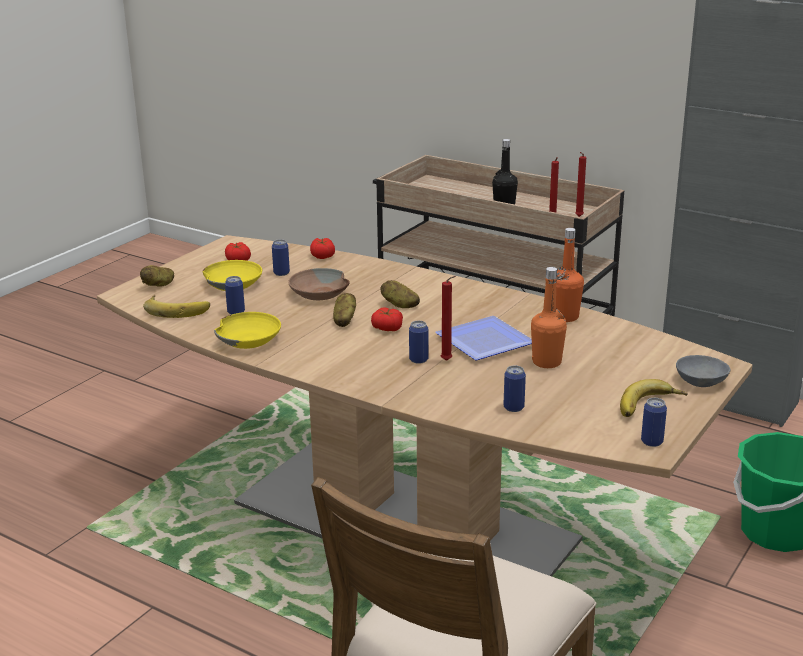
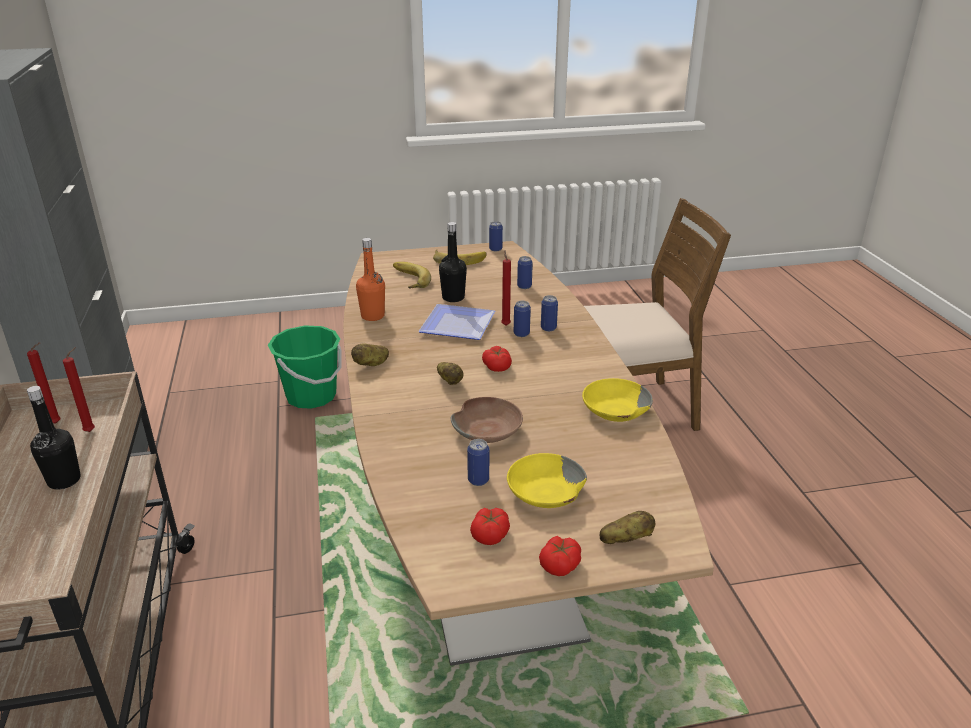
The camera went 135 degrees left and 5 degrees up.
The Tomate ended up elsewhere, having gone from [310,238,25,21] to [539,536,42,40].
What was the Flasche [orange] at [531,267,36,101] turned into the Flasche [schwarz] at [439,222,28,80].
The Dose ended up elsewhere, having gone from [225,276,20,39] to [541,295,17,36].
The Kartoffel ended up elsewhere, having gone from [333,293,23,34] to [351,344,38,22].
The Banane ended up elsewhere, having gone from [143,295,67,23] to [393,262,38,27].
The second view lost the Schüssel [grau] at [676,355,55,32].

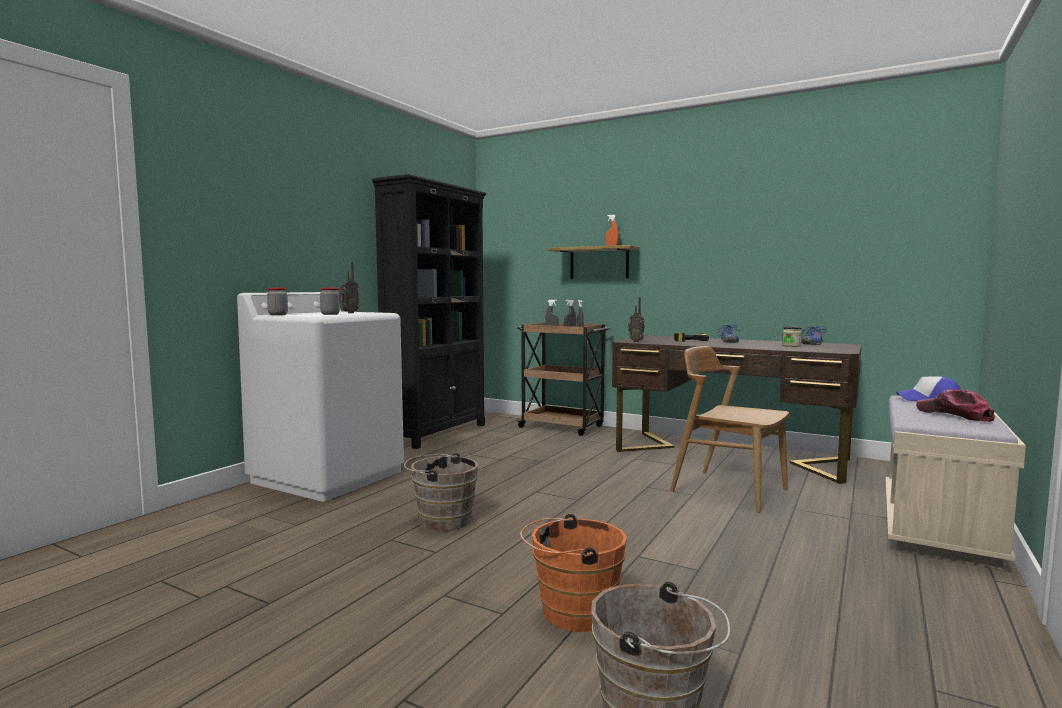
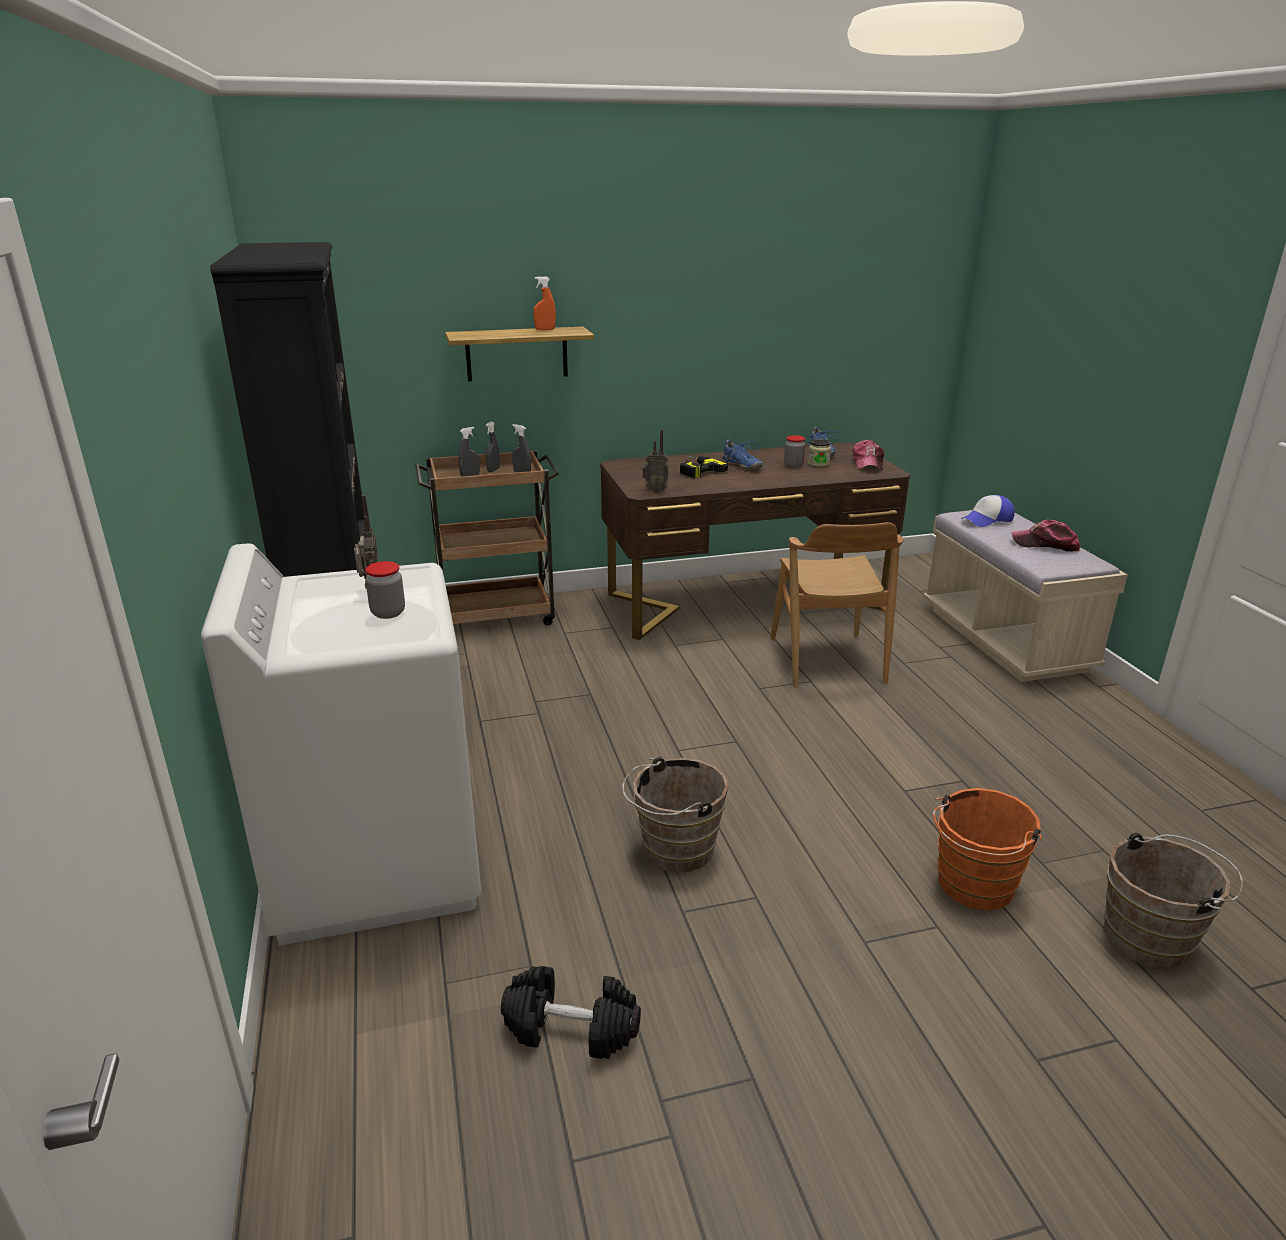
The camera went 45 degrees left and 20 degrees up.
The Vorratsglas ended up elsewhere, having gone from [267,288,21,27] to [784,435,21,33].
The Stuhl [braun] at [670,346,119,167] ended up facing another way, 90 degrees counterclockwise from before.
The second view gained the Kappe at [852,439,32,31].
The second view gained the Hantel [schwarz] at [501,966,140,93].

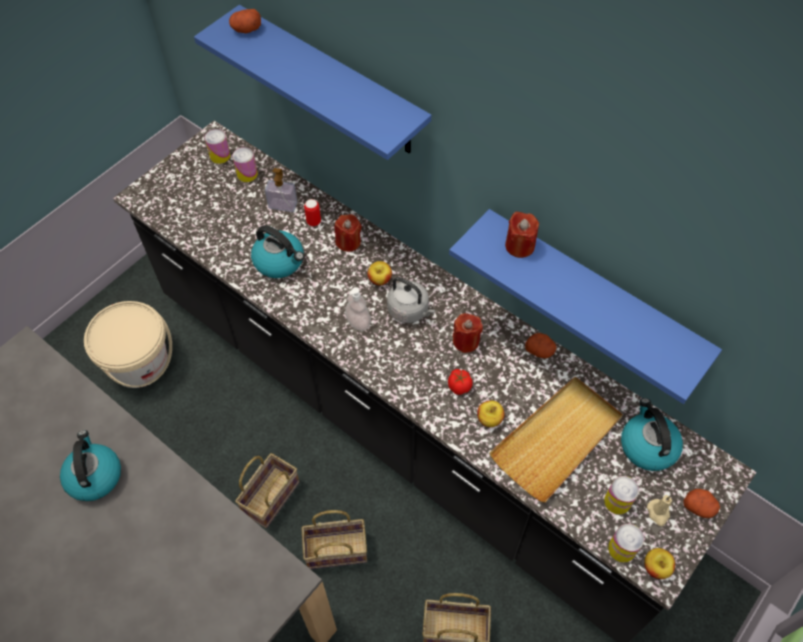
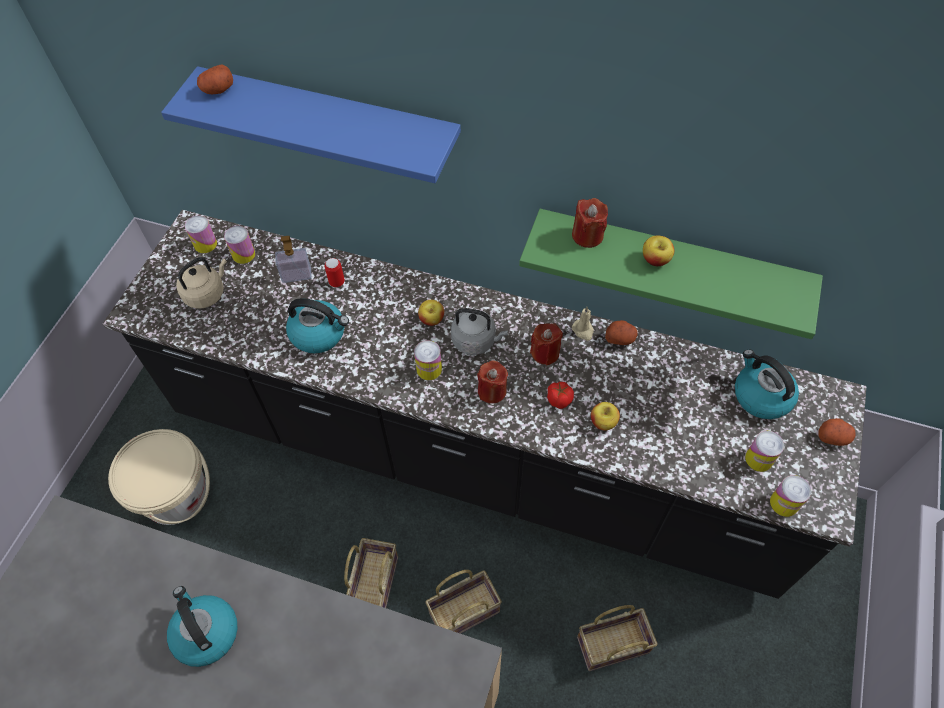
The camera went 20 degrees left and 0 degrees up.
What was the Wandregal [blau] at [449,209,273,195] turned into the Wandregal [grün] at [519,209,304,130].
The Kerze [rot] ended up elsewhere, having gone from [335,214,27,38] to [477,360,31,44].
Where the Seifenspender stood at [345,287,26,44], the Dose came to stand at [414,340,28,40].
The second view lost the Tablett [beige] at [489,377,134,126].
The Kerze [beige] ended up elsewhere, having gone from [647,495,25,31] to [572,307,22,34].
The Apfel ended up elsewhere, having gone from [644,548,31,31] to [643,236,31,30].
The second view gained the Wasserkessel [beige] at [176,257,51,52].

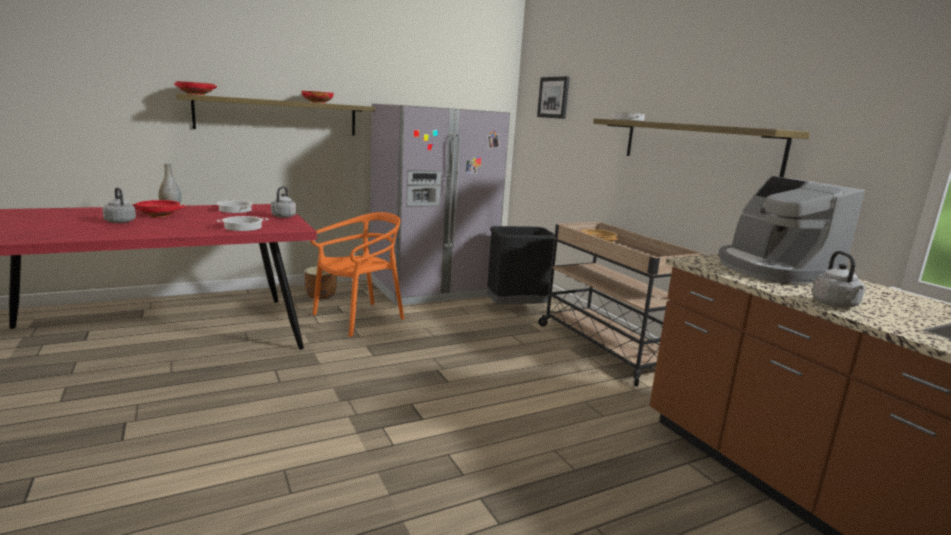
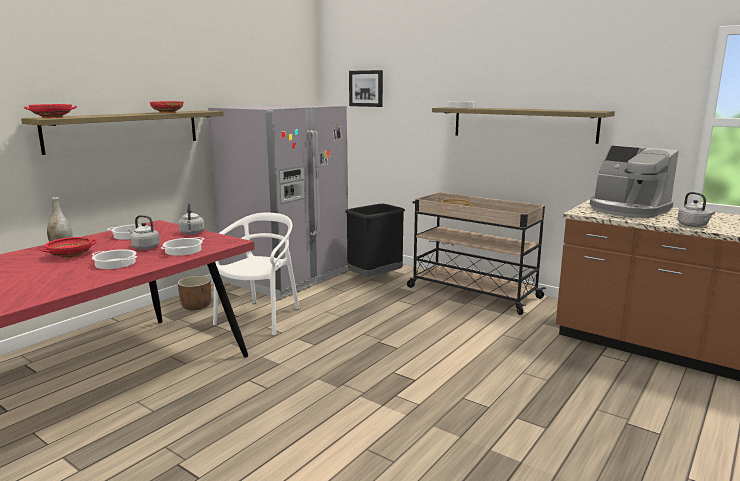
The camera went 25 degrees left and 0 degrees up.
The Wasserkessel [grau] ended up elsewhere, having gone from [102,187,34,36] to [128,215,32,35].
What was the Stuhl [orange] at [310,212,94,125] turned into the Stuhl [weiß] at [213,212,87,123].
The second view gained the Kochtopf at [92,249,46,20].

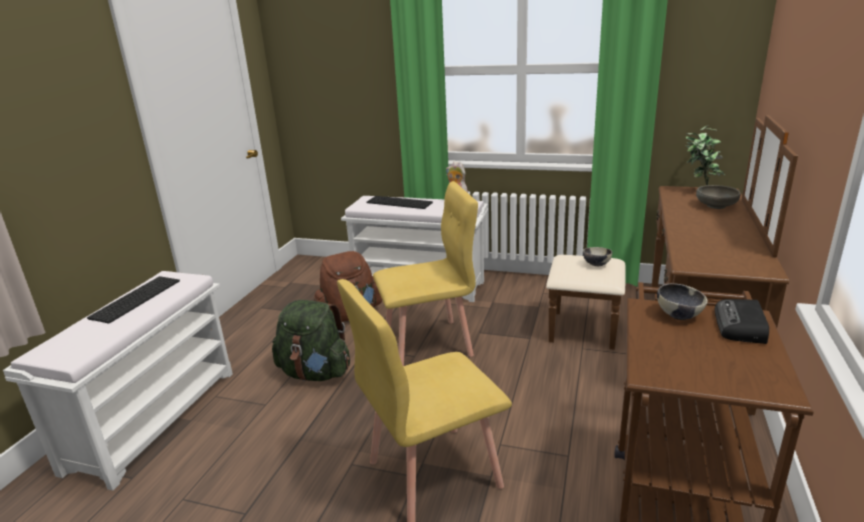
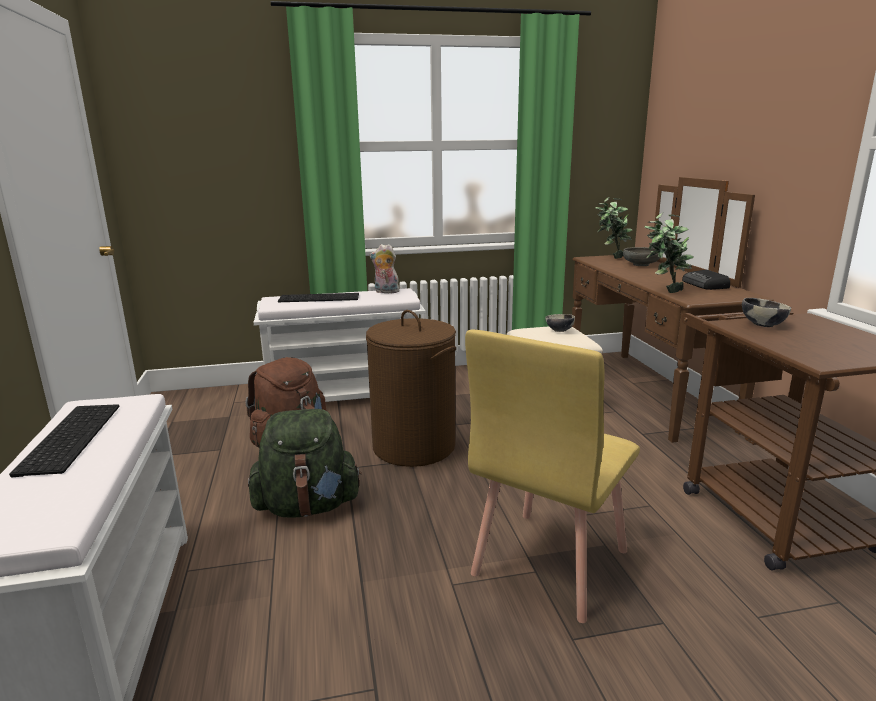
The camera went 30 degrees left and 5 degrees down.
Where the Stuhl [gelb] stood at [373,181,105,185], the Wäschekorb [braun] came to stand at [366,310,90,157].
The Radio ended up elsewhere, having gone from [714,299,55,45] to [682,270,48,20].
The second view gained the Topfpflanze at [644,213,50,80].

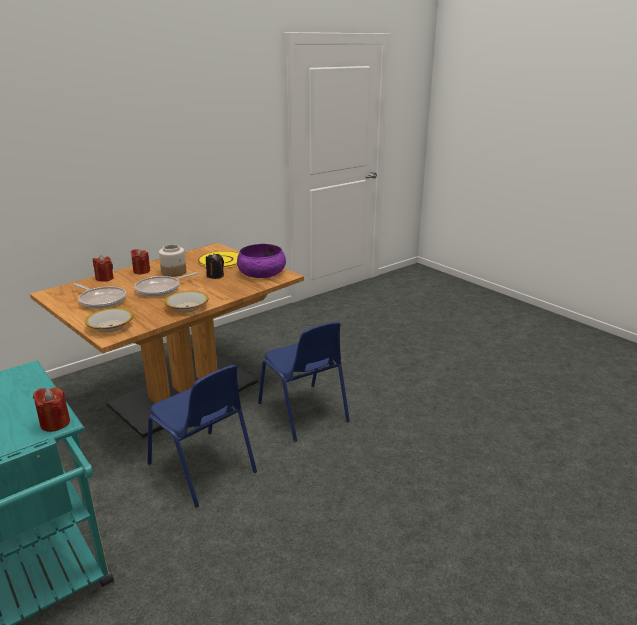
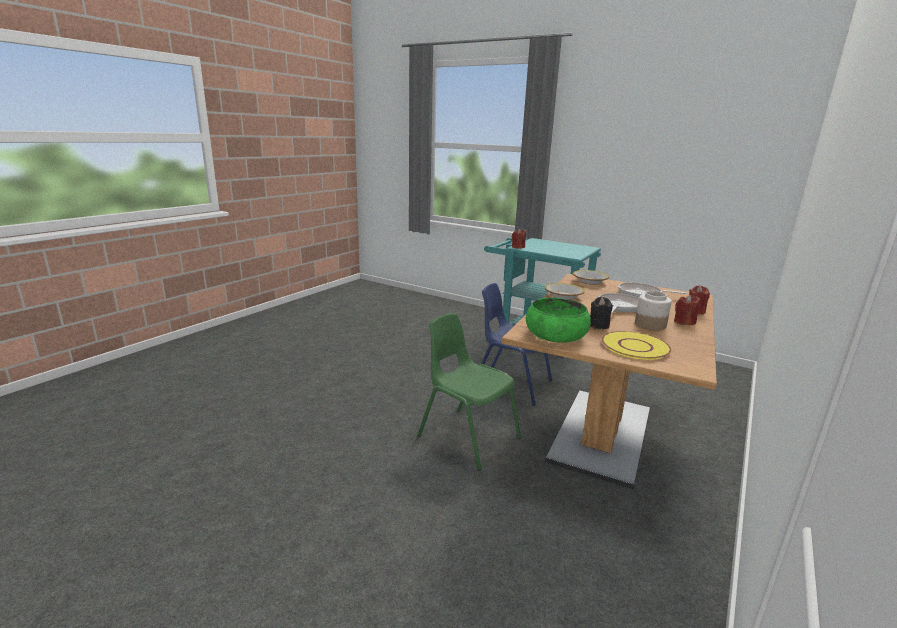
The camera went 160 degrees right and 5 degrees down.
What was the Schüssel [lila] at [237,244,49,34] turned into the Schüssel [grün] at [526,298,65,45].
What was the Stuhl [blau] at [258,321,92,120] turned into the Stuhl [grün] at [418,313,103,158].

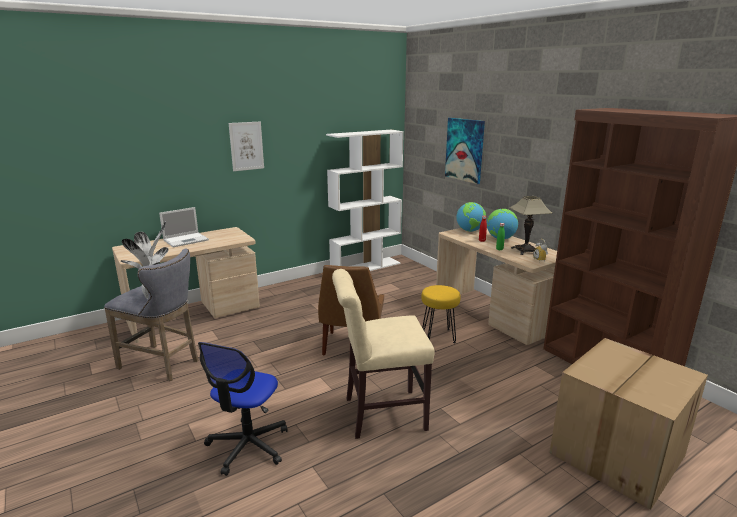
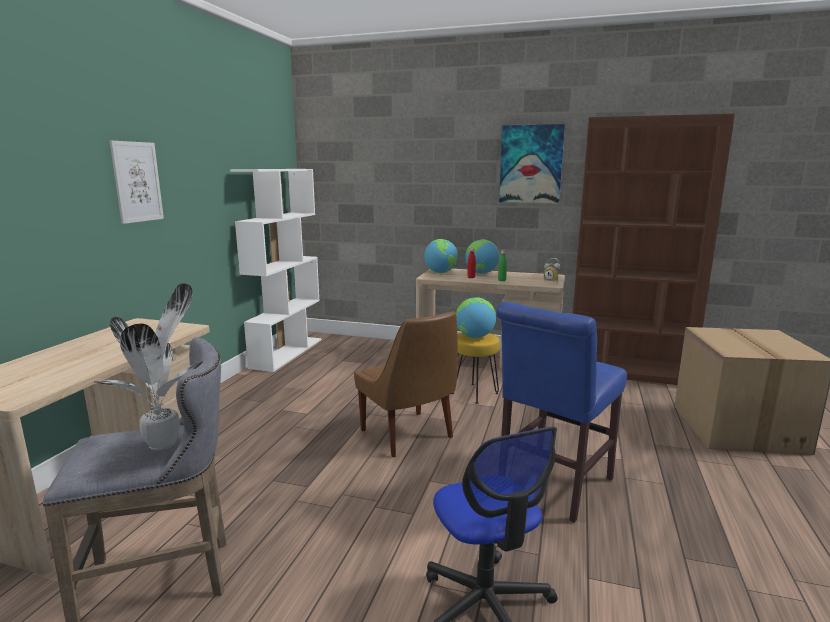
The camera went 40 degrees left and 5 degrees down.
The Bild ended up elsewhere, having gone from [445,118,40,66] to [499,124,66,79].
The second view lost the Tischlampe at [510,196,42,59].
The second view lost the Laptop at [159,207,50,40].
What was the Stuhl [beige] at [332,269,102,170] turned into the Stuhl [blau] at [496,302,131,221].
The second view gained the Globus at [456,297,40,41].

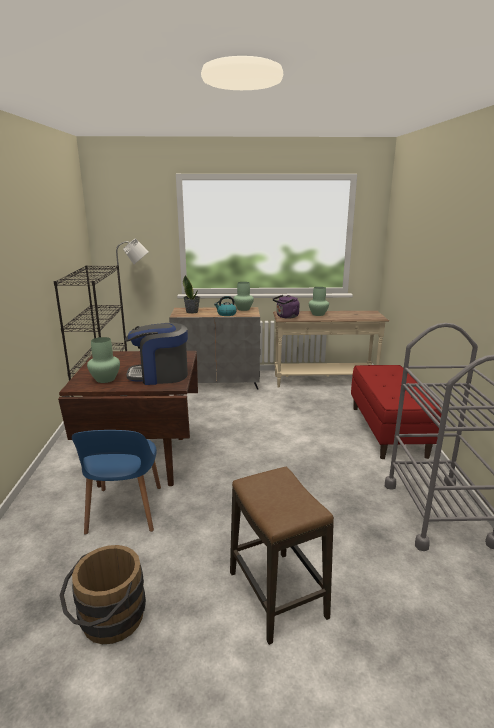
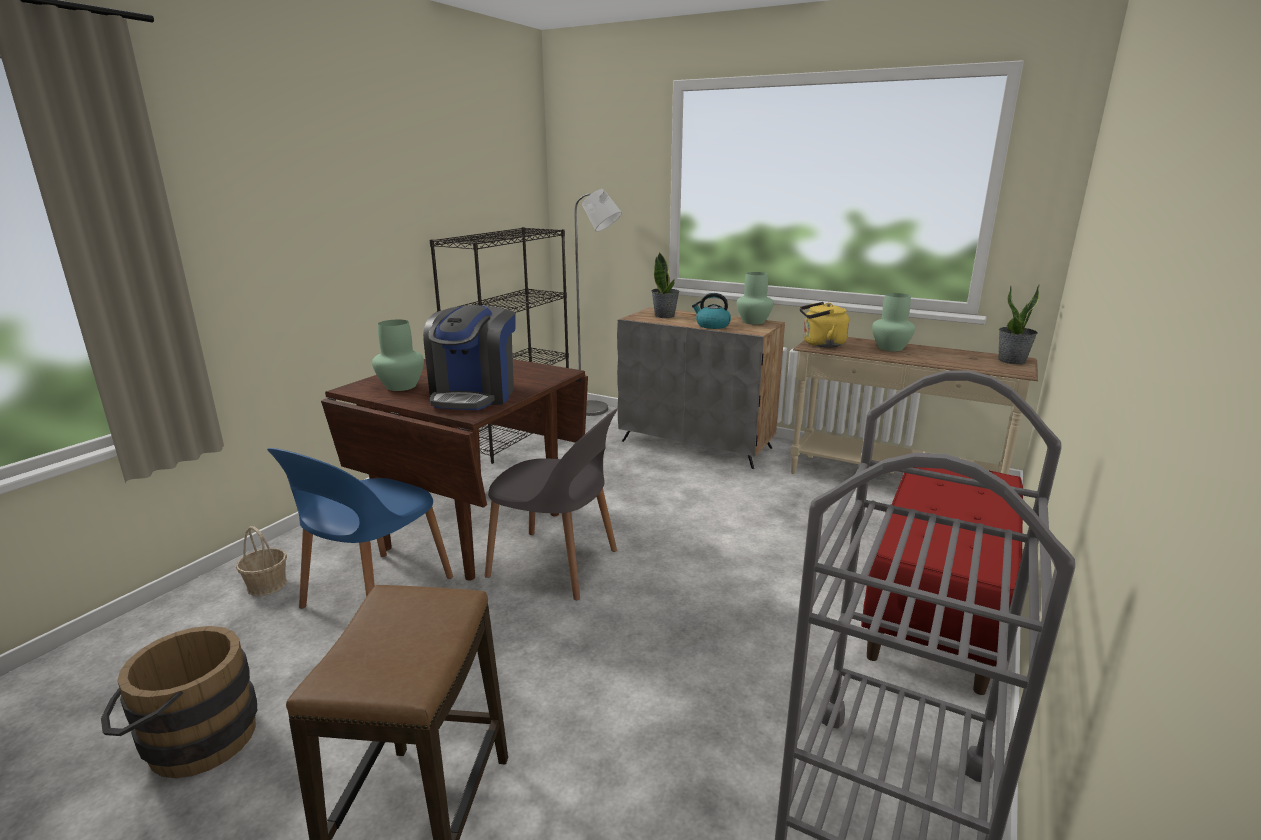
The camera went 30 degrees right and 0 degrees up.
What was the Wasserkessel [lila] at [273,295,27,24] turned into the Wasserkessel [gelb] at [800,302,49,46].
The Kaffeemaschine at [125,323,63,62] ended up facing another way, 105 degrees counterclockwise from before.
The second view gained the Topfpflanze at [998,285,41,79].
The second view gained the Stuhl [grau] at [485,408,133,192].
The second view gained the Korb at [236,526,51,70].

